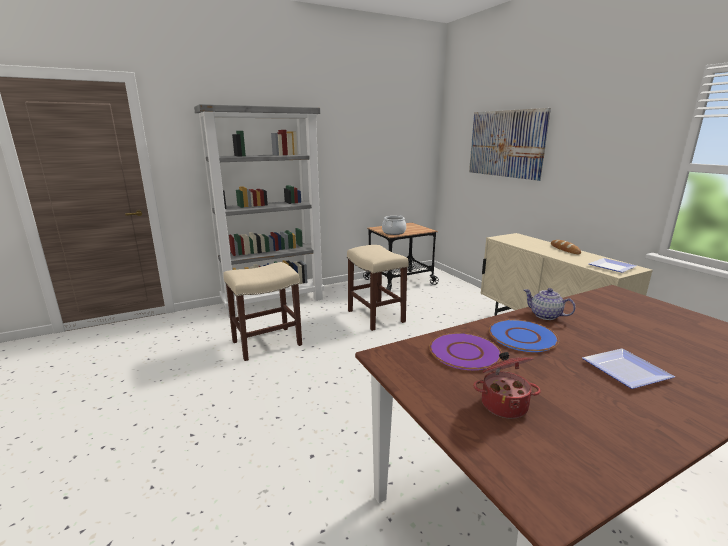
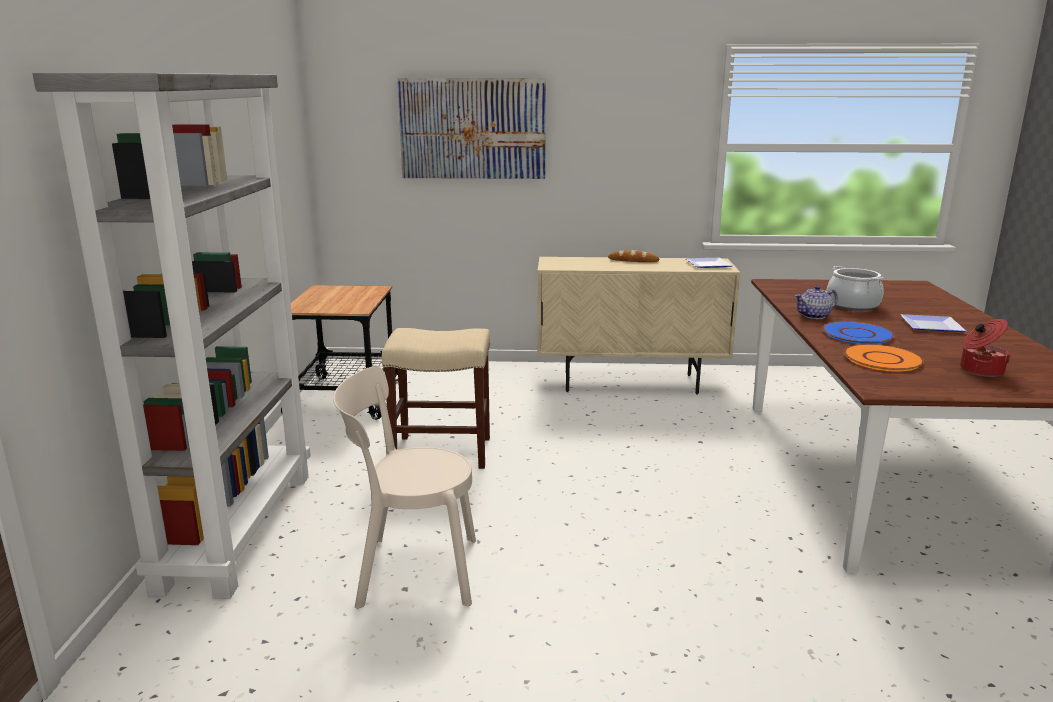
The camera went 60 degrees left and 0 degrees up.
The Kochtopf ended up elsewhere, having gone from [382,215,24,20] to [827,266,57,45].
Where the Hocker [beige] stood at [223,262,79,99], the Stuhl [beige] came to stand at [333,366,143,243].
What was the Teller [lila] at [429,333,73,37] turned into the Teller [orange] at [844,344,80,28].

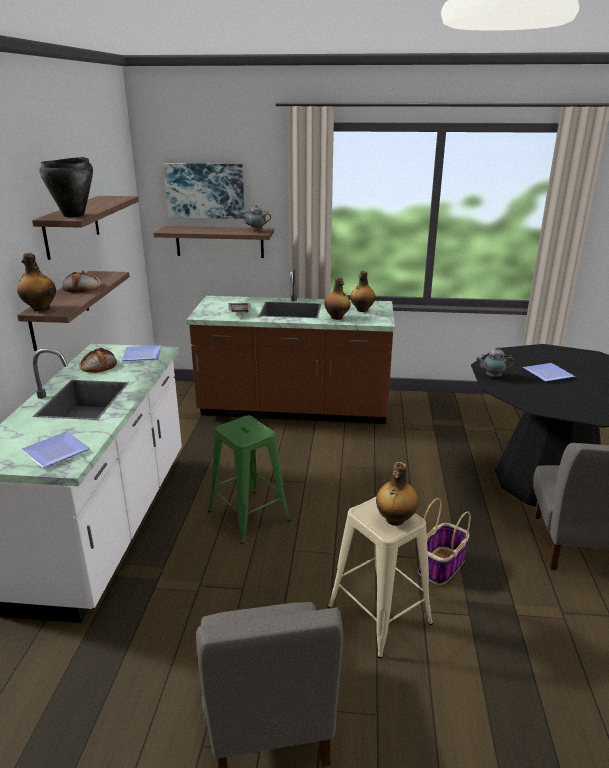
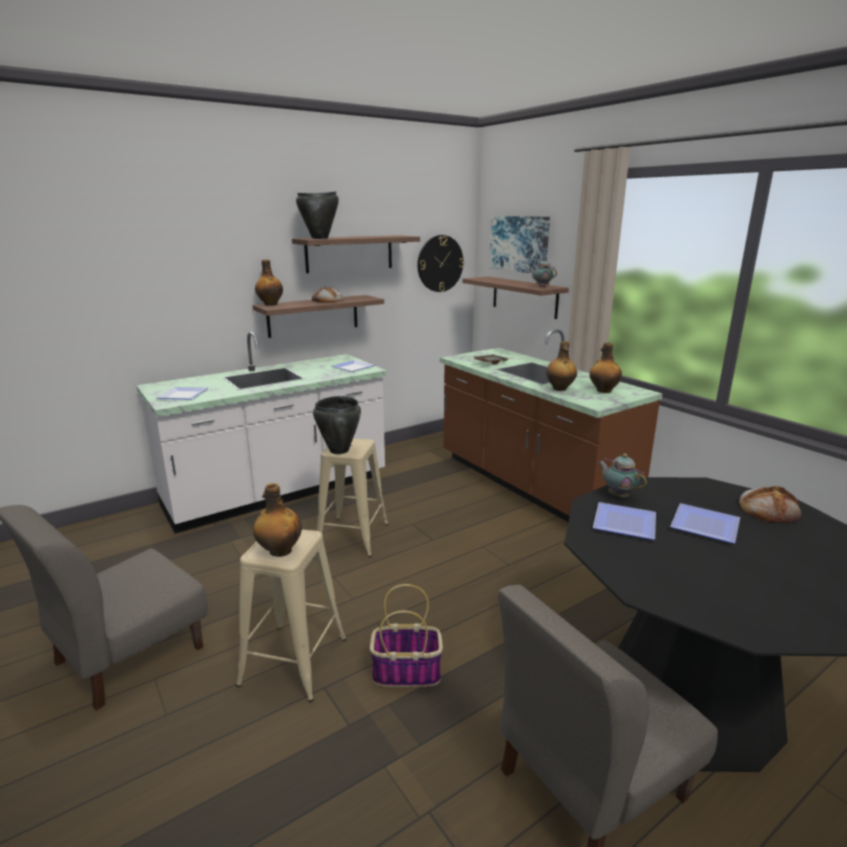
The camera went 50 degrees right and 5 degrees down.
The Brot ended up elsewhere, having gone from [79,348,38,25] to [739,486,62,37].
What was the Hocker [grün] at [208,416,83,128] turned into the Hocker [beige] at [317,439,71,118].
The second view gained the Wanduhr at [417,235,47,57].
The second view gained the Kochtopf [schwarz] at [313,396,48,58].
The second view gained the Teller at [593,502,63,38].

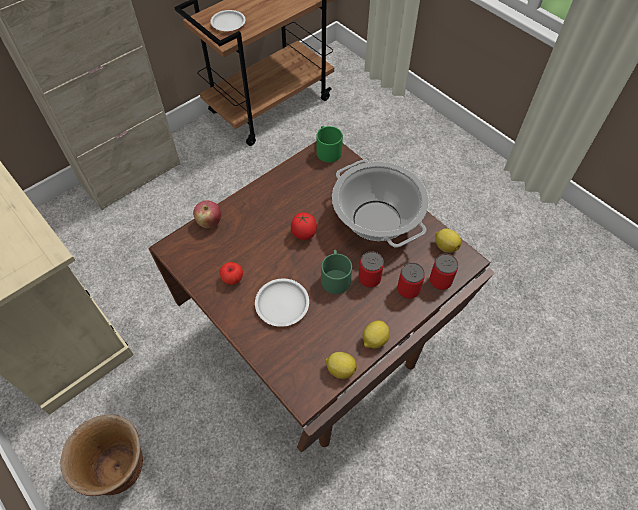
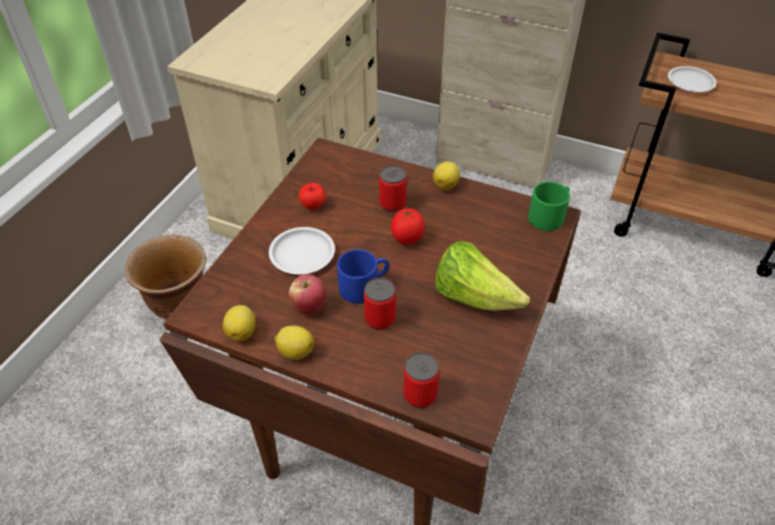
The camera went 65 degrees right and 10 degrees down.
Where the Kochtopf stood at [332,159,97,89], the Salatkopf came to stand at [435,241,95,70].
The Apfel ended up elsewhere, having gone from [193,200,28,28] to [289,274,37,41].
The Zitrone ended up elsewhere, having gone from [435,228,27,25] to [433,162,27,28].
What was the Henkelbecher [grün] at [321,250,31,44] turned into the Henkelbecher [blau] at [337,249,52,55].
The Dose ended up elsewhere, having gone from [397,263,28,36] to [379,165,28,47].

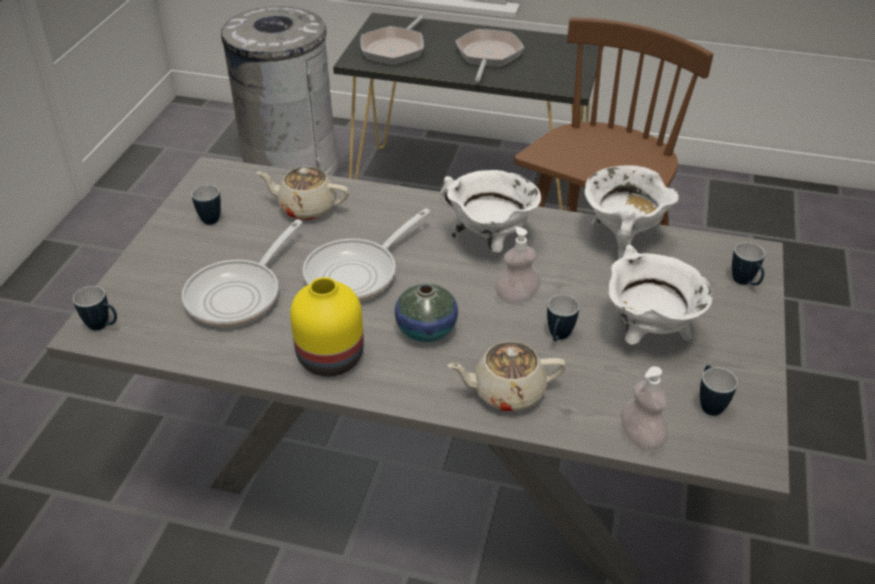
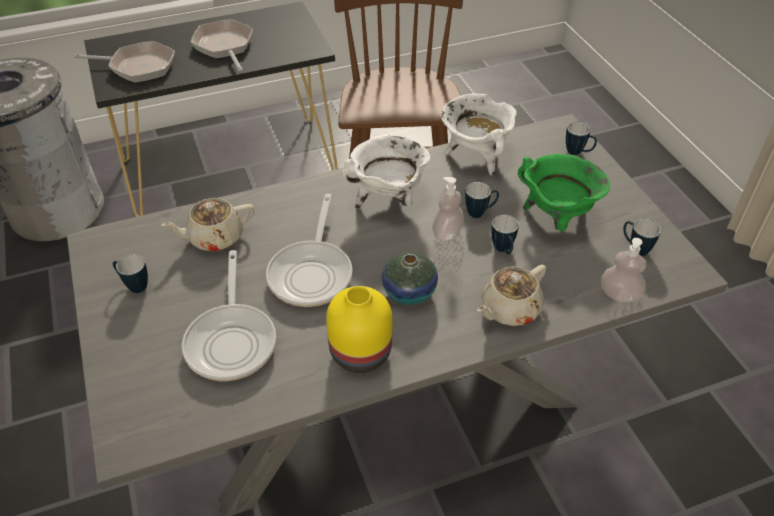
The camera went 35 degrees left and 5 degrees up.
The Pfanne at [360,13,66,53] ended up facing another way, 75 degrees counterclockwise from before.
What was the Kochtopf [weiß] at [609,245,104,100] turned into the Kochtopf [grün] at [518,154,92,77].
The Henkelbecher ended up elsewhere, having gone from [73,286,44,44] to [465,182,34,36].

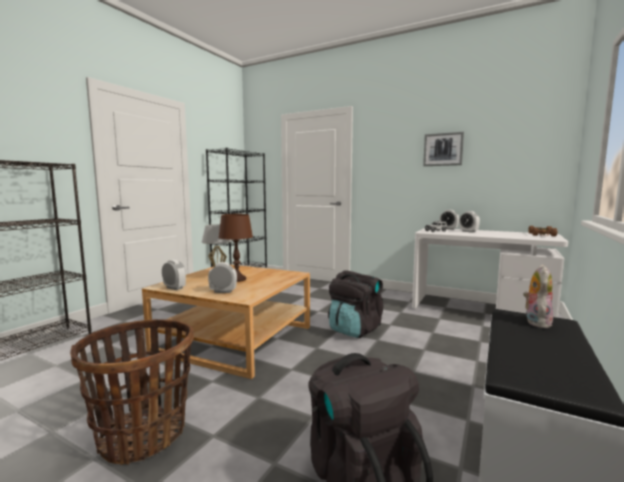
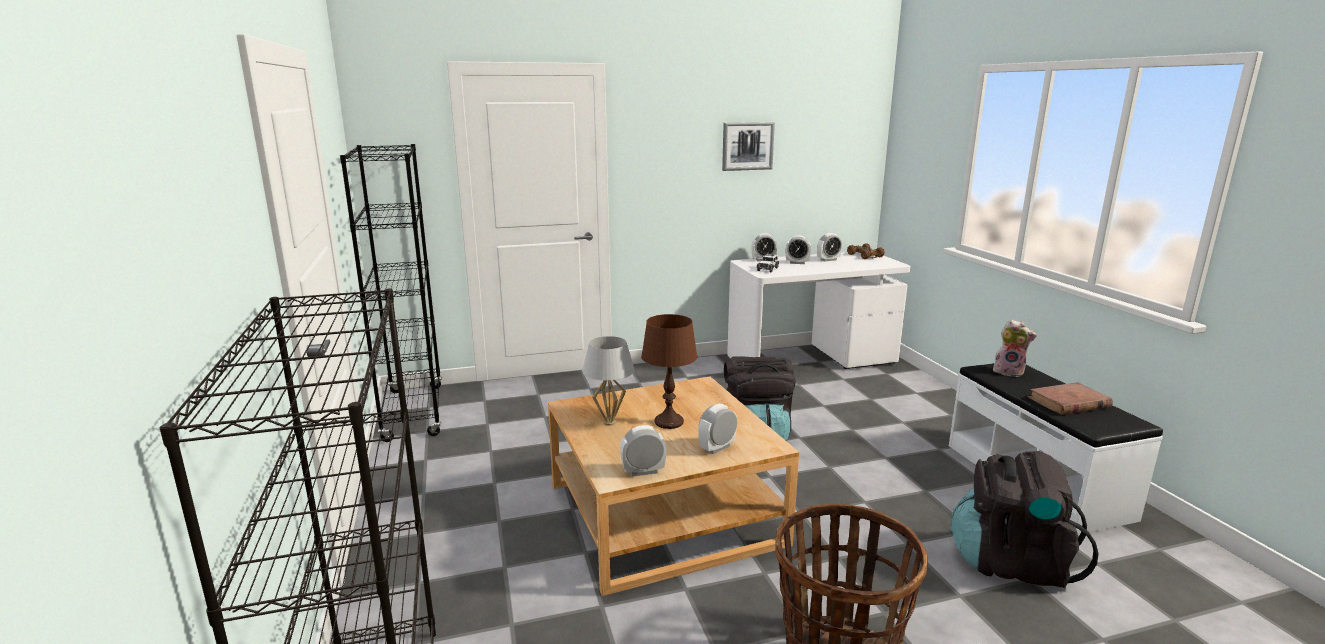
The camera went 45 degrees left and 10 degrees up.
The Plüschtier at [523,264,30,64] ended up facing another way, 135 degrees clockwise from before.
The second view gained the Wecker at [817,233,25,28].
The second view gained the Buch [braun] at [1028,382,85,33].

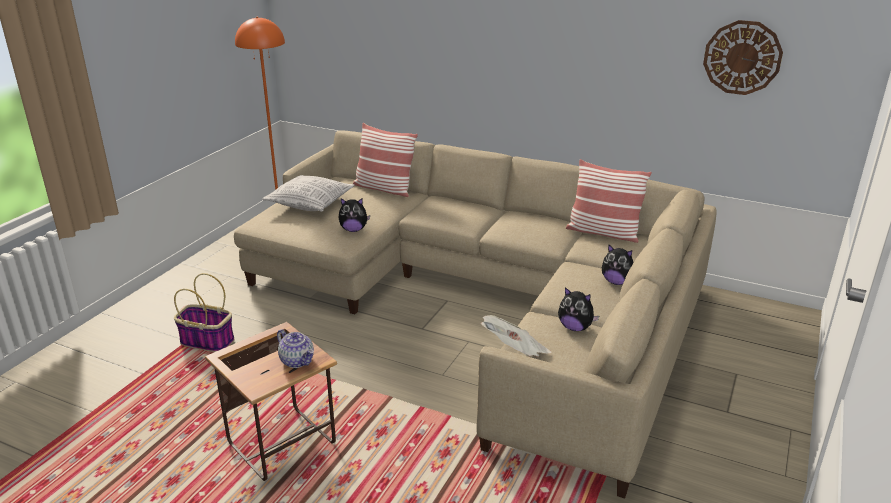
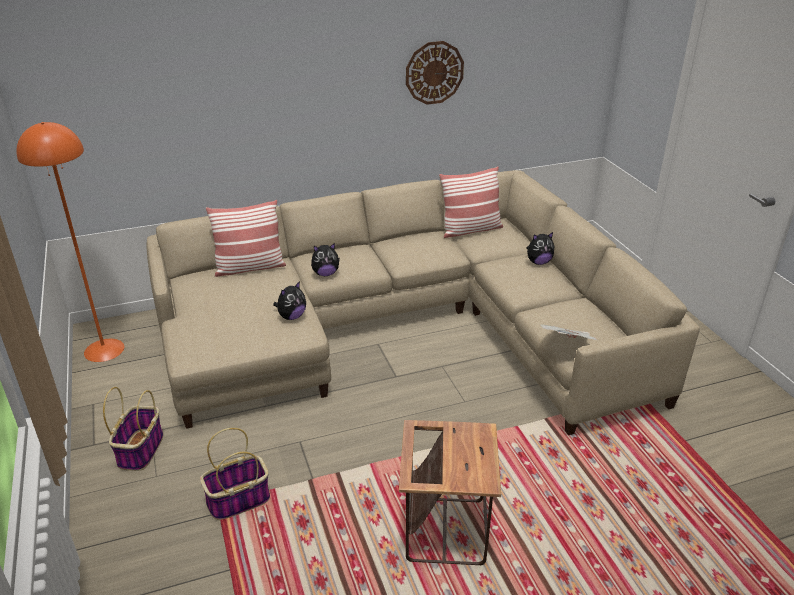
The camera went 45 degrees left and 5 degrees up.
The Wanduhr ended up elsewhere, having gone from [703,20,80,75] to [406,41,58,64].
The second view lost the Kissen at [262,175,93,37].
The Plüschtier ended up elsewhere, having gone from [558,287,41,44] to [311,243,29,33].
The second view lost the Teekanne at [277,329,37,39].
The second view gained the Korb at [103,387,60,84].

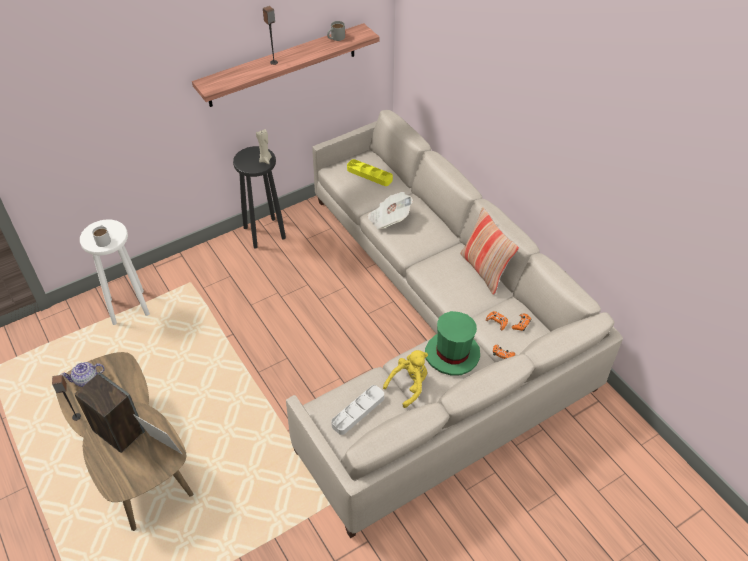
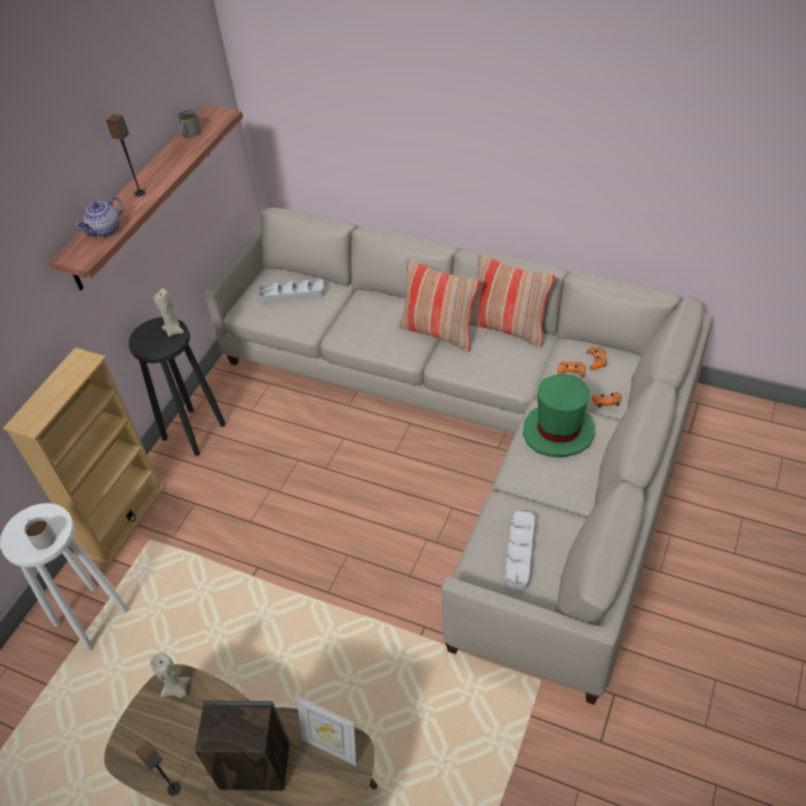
The camera went 30 degrees left and 0 degrees up.
What was the Tablett [gelb] at [347,159,46,27] turned into the Tablett [grau] at [259,279,66,24].
The second view lost the Zeitung at [367,192,46,38].
The second view lost the Plüschtier [gelb] at [383,350,45,58].
The Teekanne ended up elsewhere, having gone from [61,362,44,25] to [75,197,48,40].
The Bilderrahmen at [133,414,49,40] ended up facing another way, 150 degrees counterclockwise from before.
The second view gained the Kissen at [399,258,81,94].
The second view gained the Bücherregal [beige] at [3,347,162,218].
The second view gained the Kerze [beige] at [150,652,40,46].

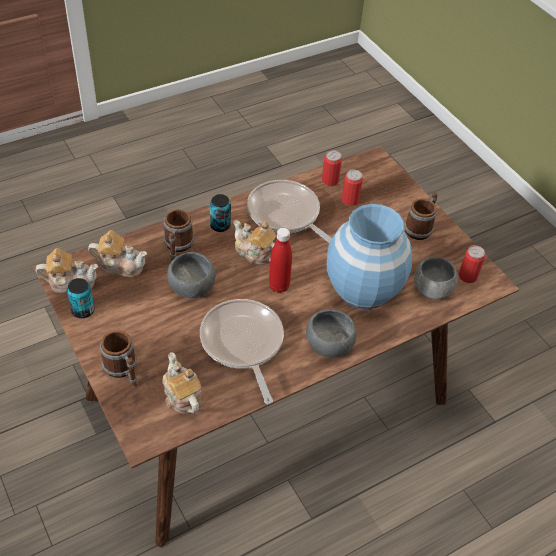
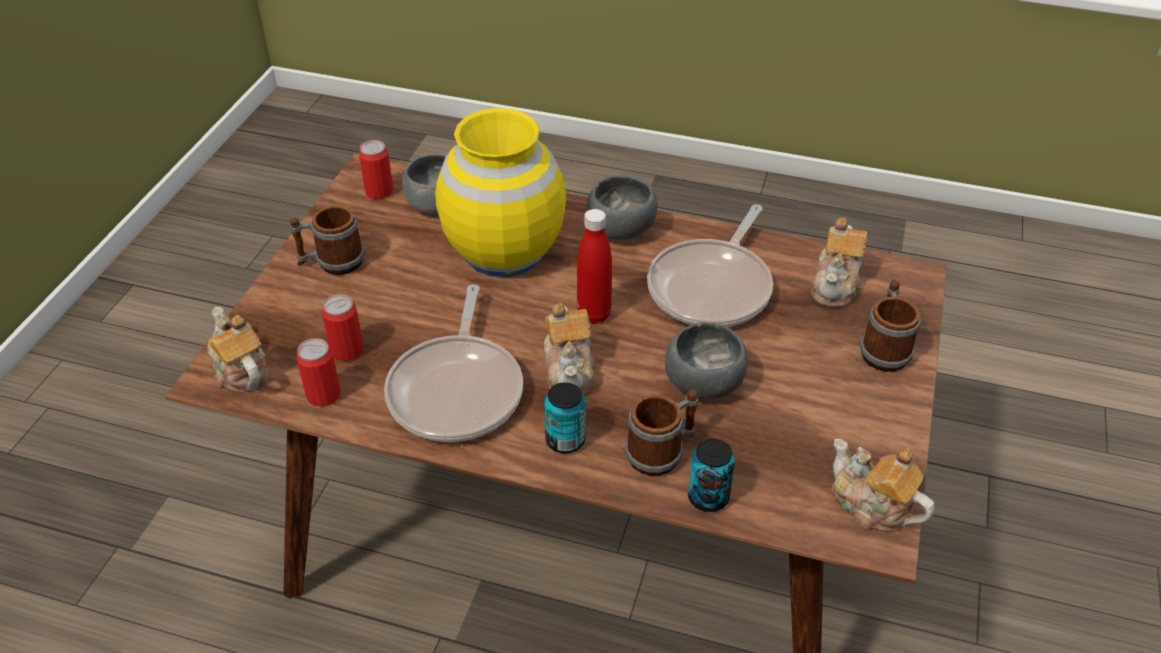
The camera went 130 degrees left and 5 degrees down.
What was the Vase [blau] at [327,204,85,105] turned into the Vase [gelb] at [435,108,131,169].
The Teekanne ended up elsewhere, having gone from [88,230,59,47] to [208,307,61,86].
The Dose ended up elsewhere, having gone from [67,278,28,40] to [688,438,47,74].

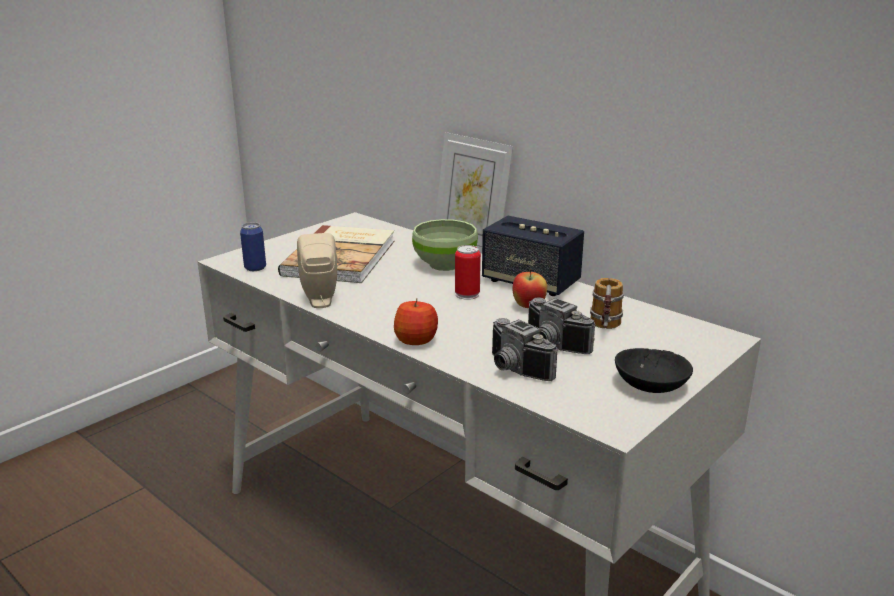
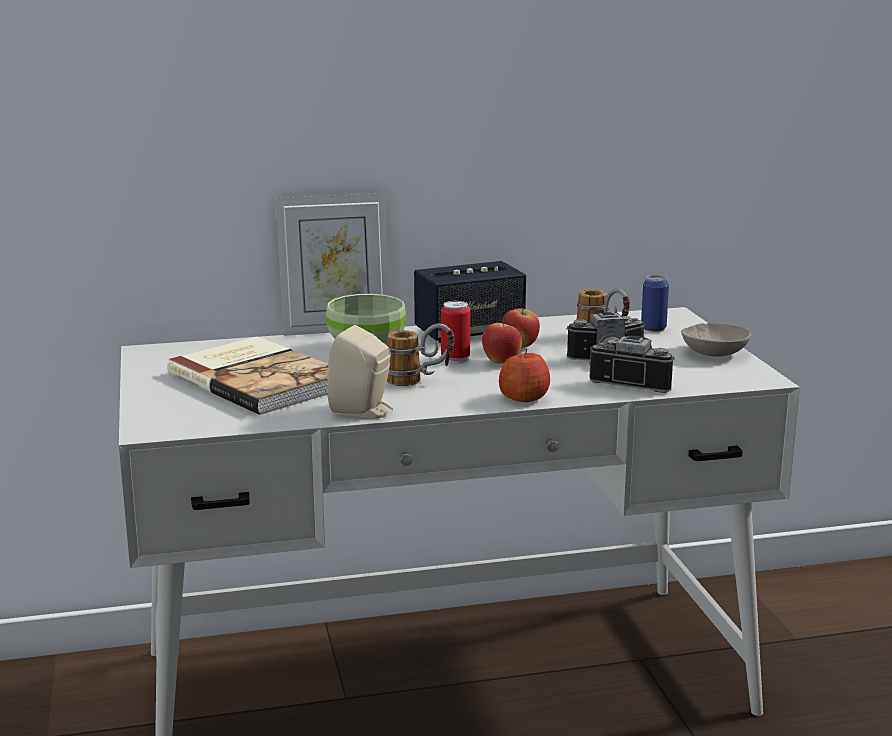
The camera went 55 degrees left and 5 degrees down.
The Dose ended up elsewhere, having gone from [240,222,26,49] to [641,275,28,57].
The Kamera at [492,318,66,63] ended up facing another way, 150 degrees counterclockwise from before.
What was the Schüssel [schwarz] at [615,348,78,45] turned into the Schüssel [beige] at [681,323,70,34].
The second view gained the Apfel at [482,316,40,48].
The second view gained the Henkelbecher at [386,323,69,63].

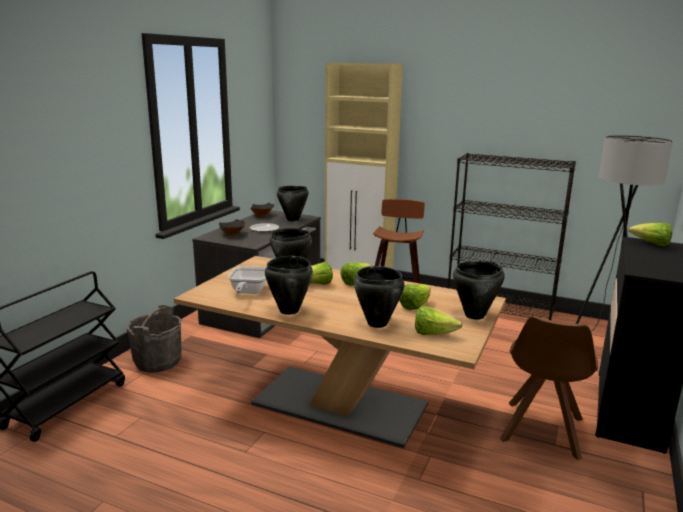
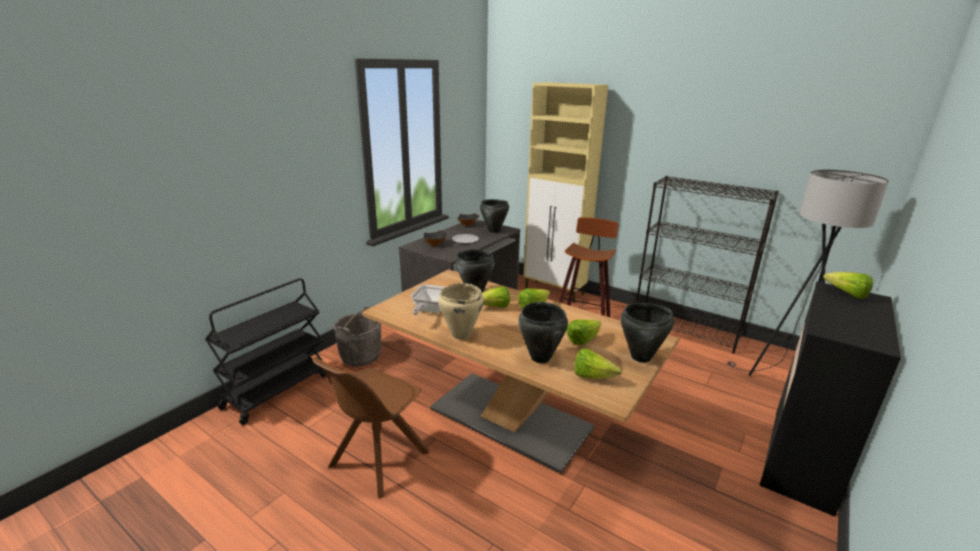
The camera went 10 degrees right and 5 degrees up.
What was the Kochtopf [schwarz] at [265,256,48,59] turned into the Kochtopf [beige] at [438,283,46,57].
The Stuhl [braun] ended up elsewhere, having gone from [500,316,98,144] to [312,357,117,141].

